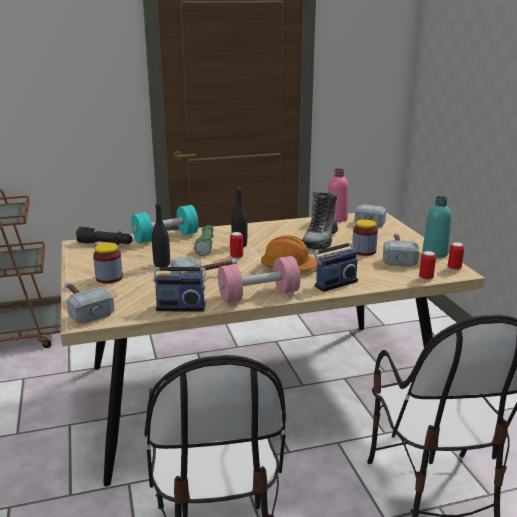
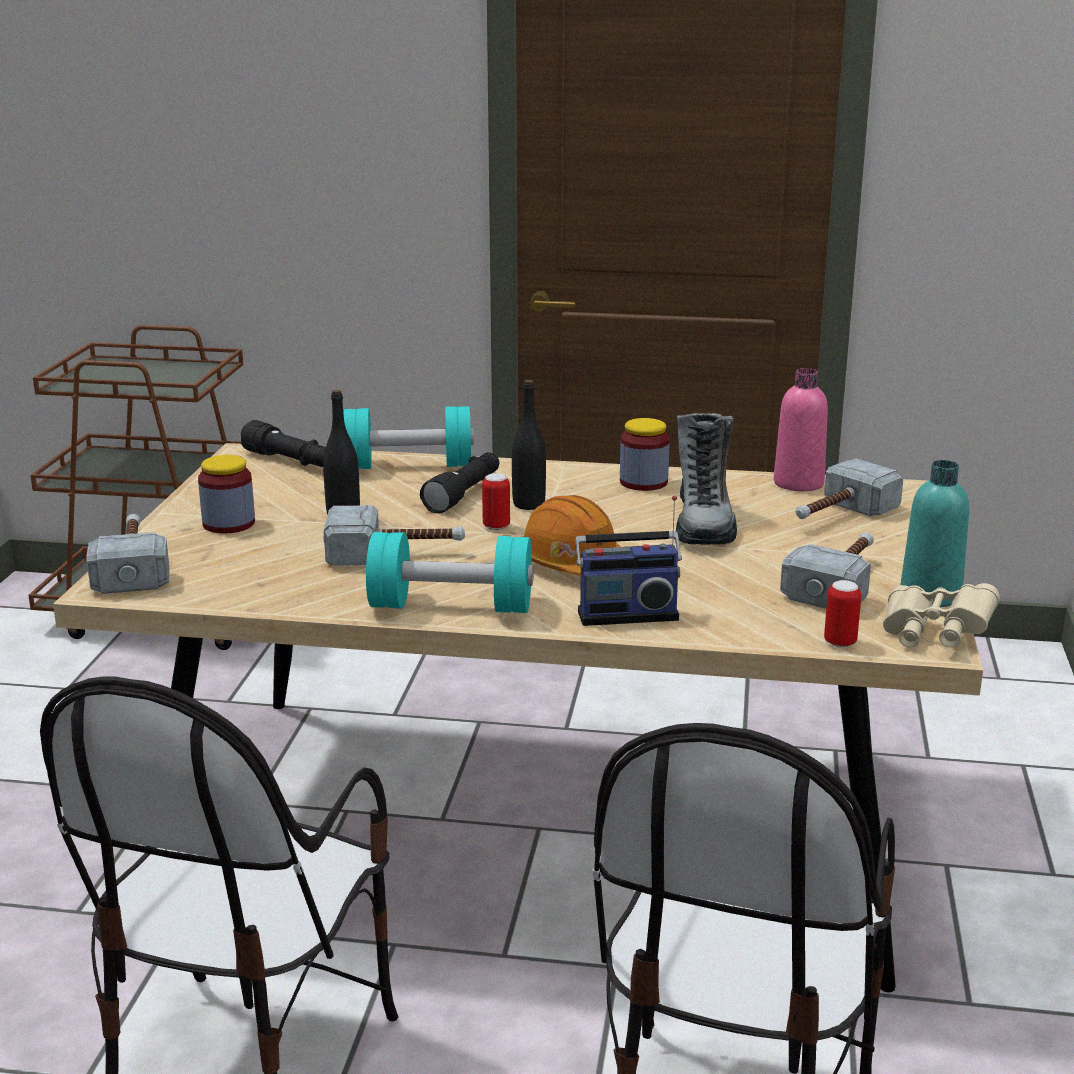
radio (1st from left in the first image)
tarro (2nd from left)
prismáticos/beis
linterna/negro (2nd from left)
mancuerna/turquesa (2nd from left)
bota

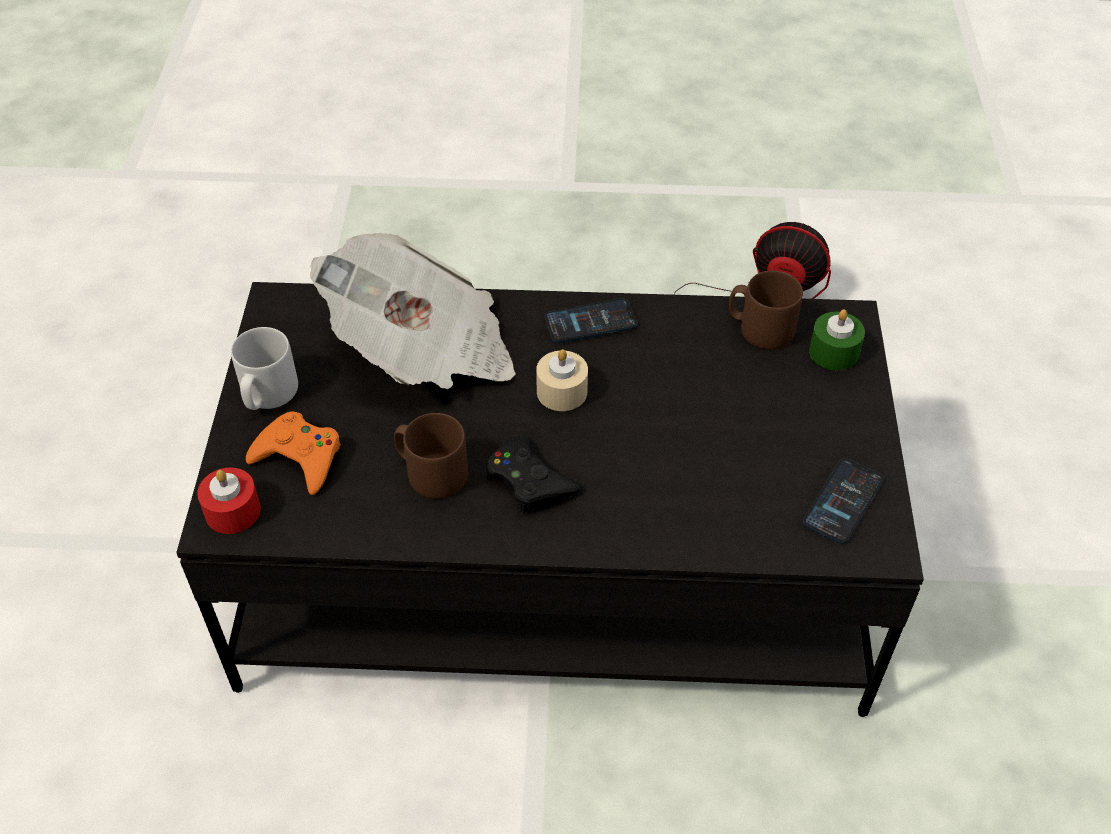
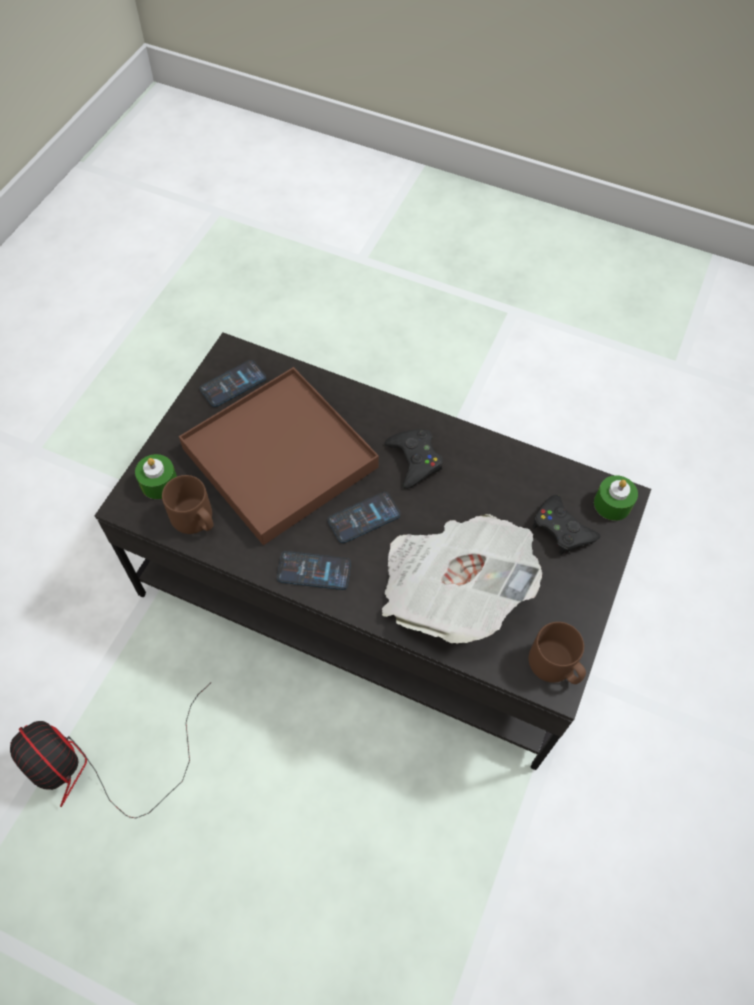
taza grande/gris
bandeja/marrón
taza grande/marrón (2nd from left)
móvil (3rd from left)
vela/verde (2nd from left)
mando de consola/negro (2nd from left)

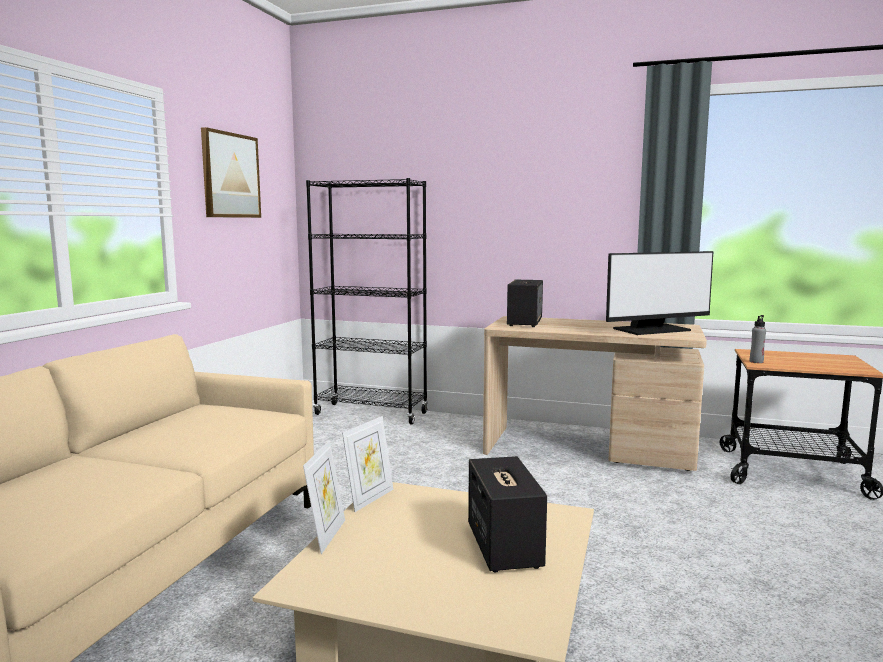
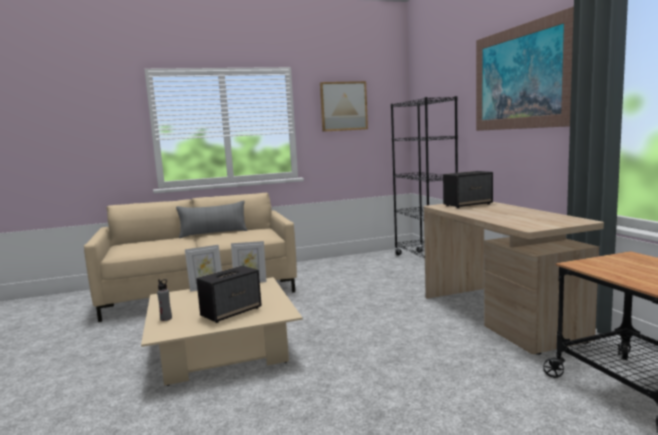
monitor
cojín/gris
cuadro (2nd from left)
botella/gris

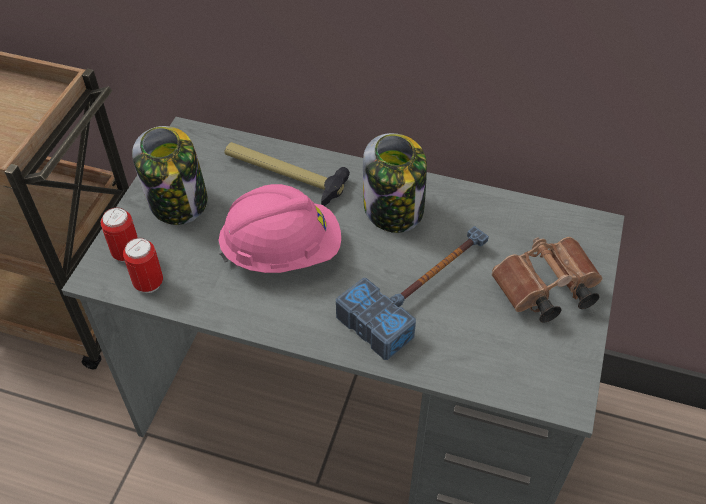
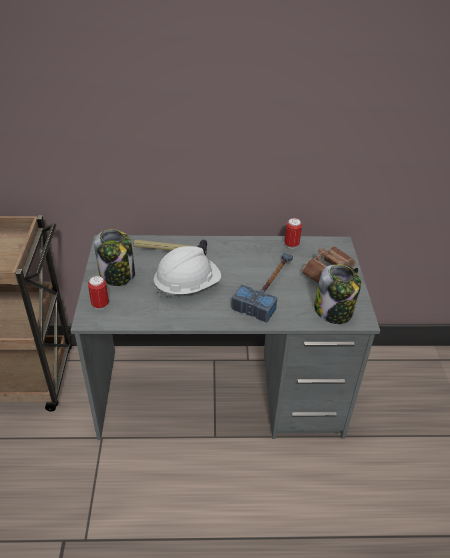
lata (2nd from left)
tarro (2nd from left)
casco/blanco

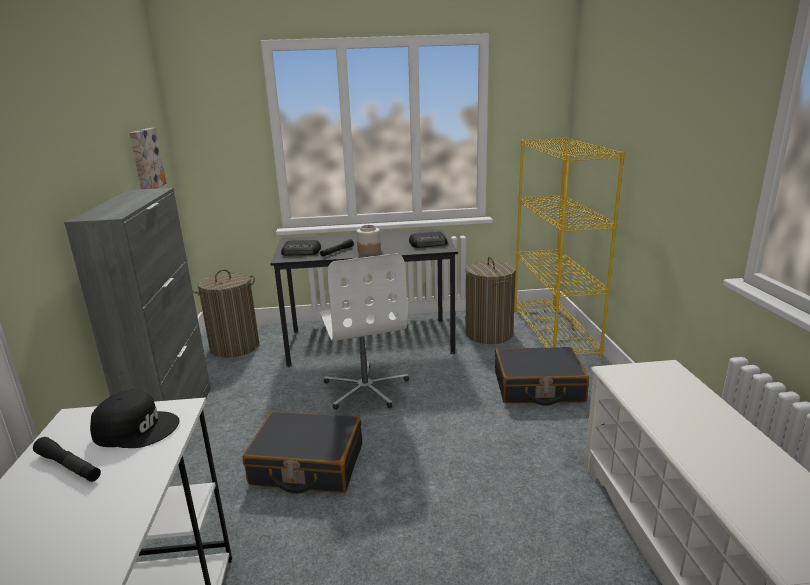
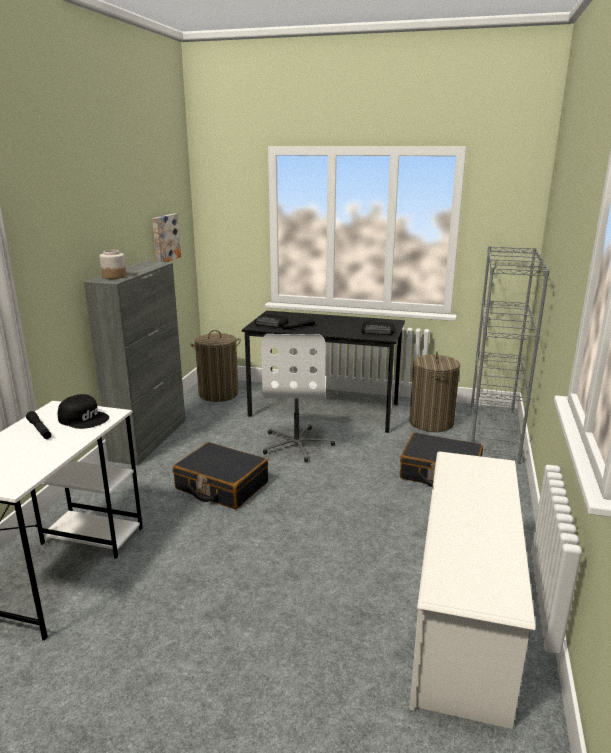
tarro
estantería/gris

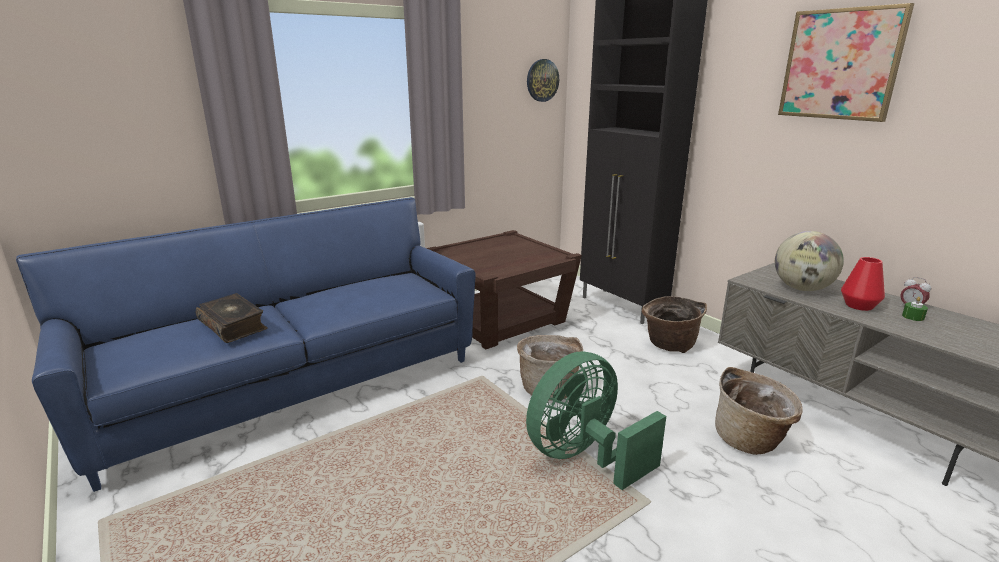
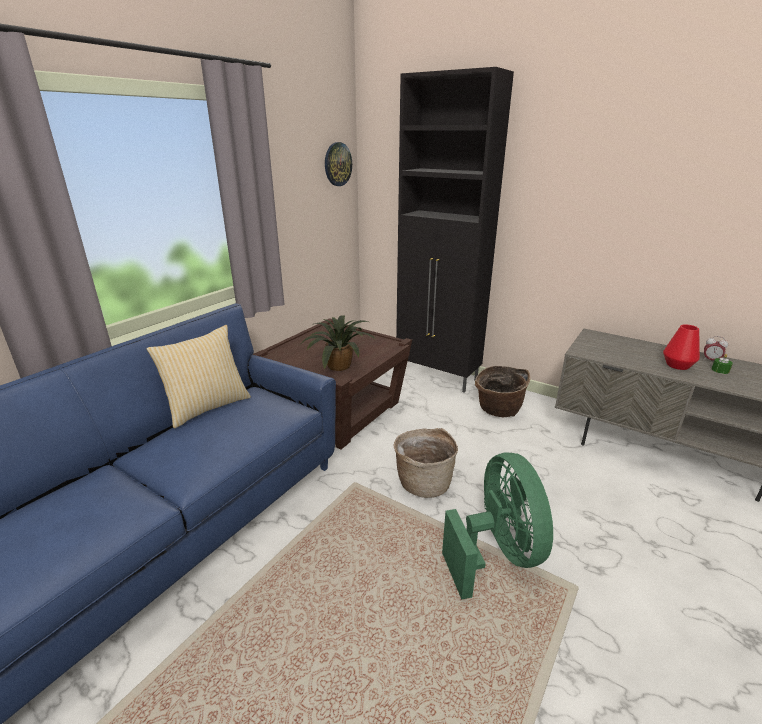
libro
cesta (3rd from left in the first image)
globo terráqueo
cuadro
cojín
planta en maceta
ventilador/verde

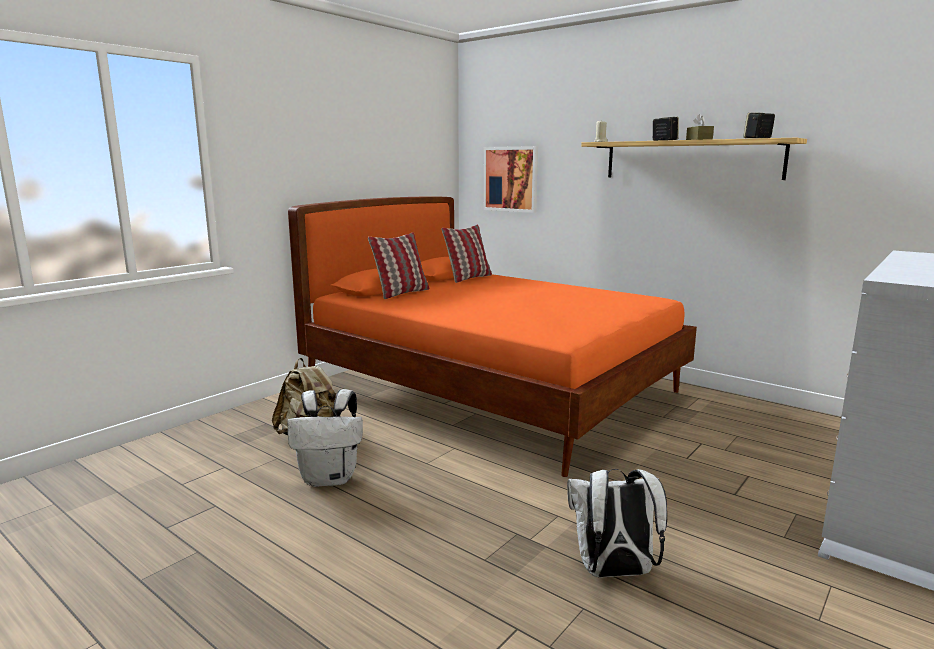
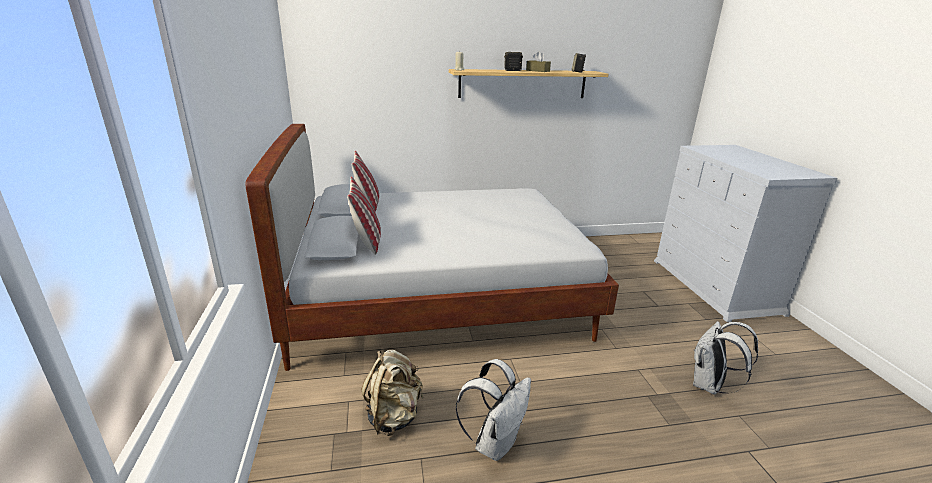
cuadro
cama/blanco

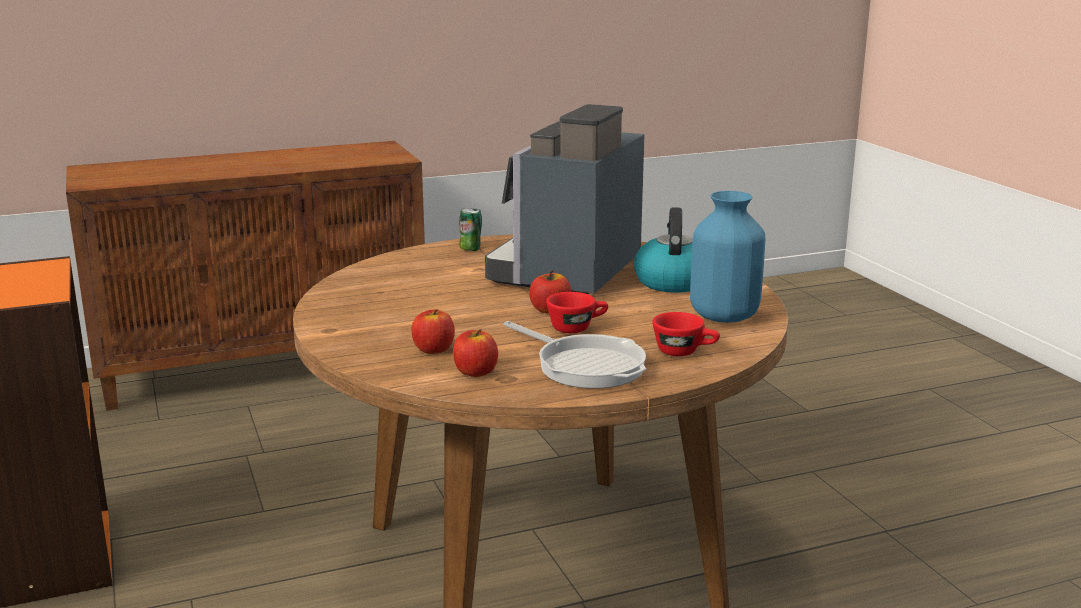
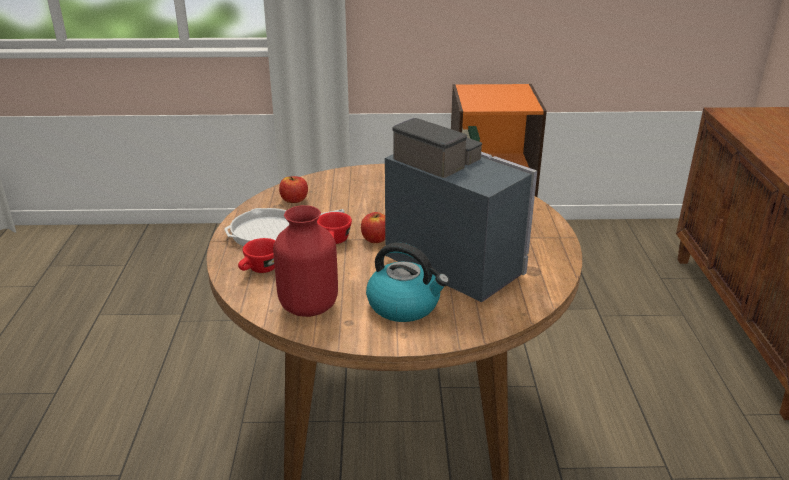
manzana (1st from left in the first image)
lata
florero/rojo

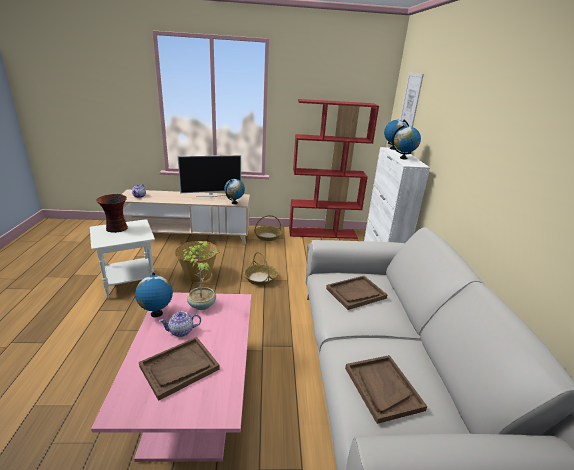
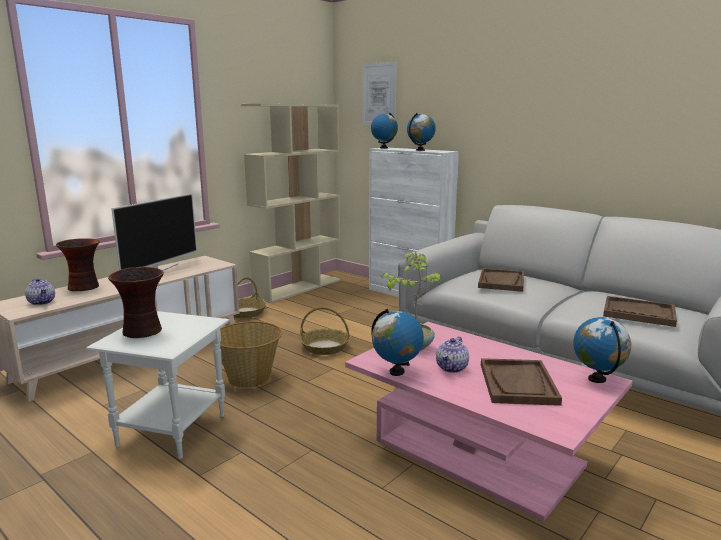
florero (1st from left)
globo terráqueo (4th from left)
estantería/beis

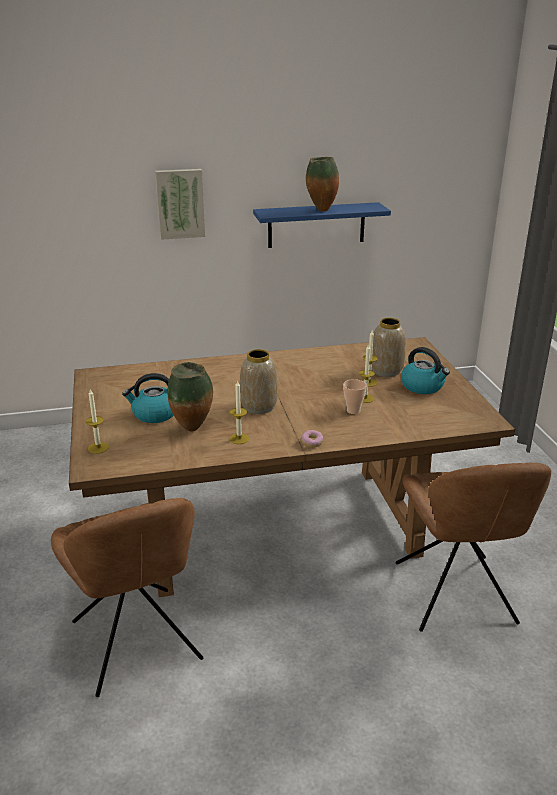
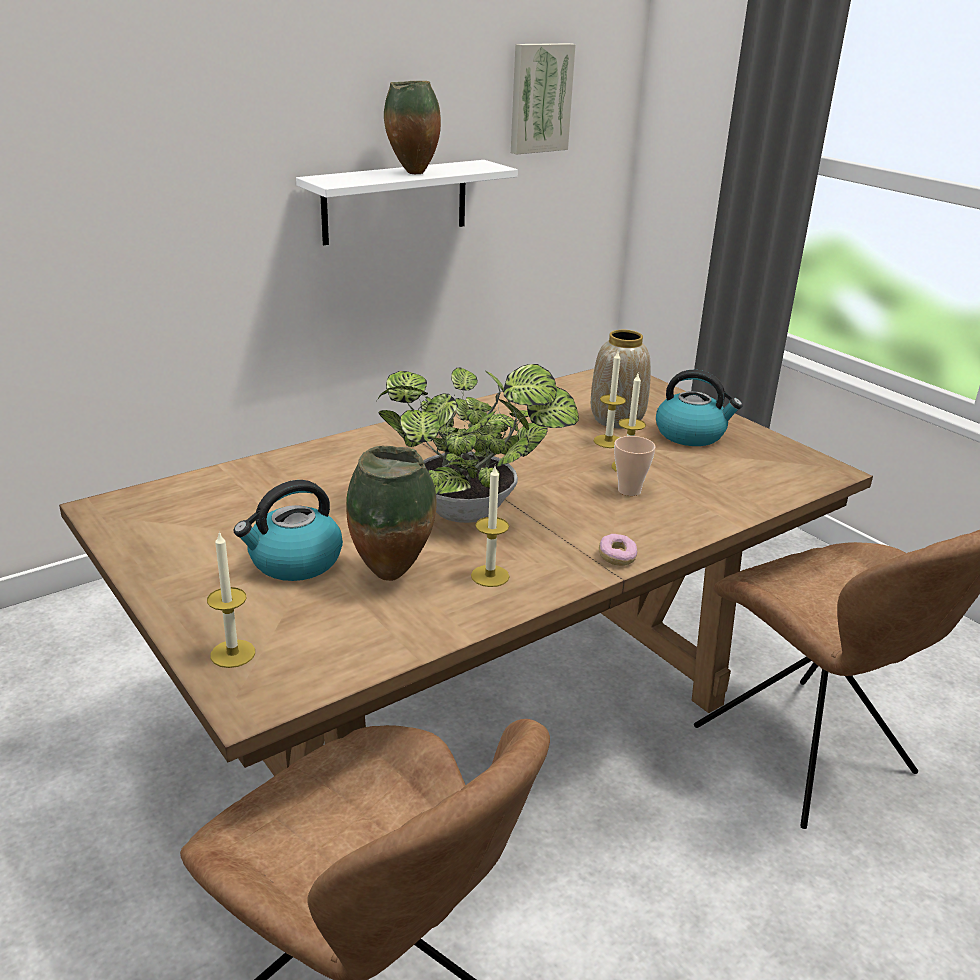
cuadro
planta en maceta
estante/blanco

